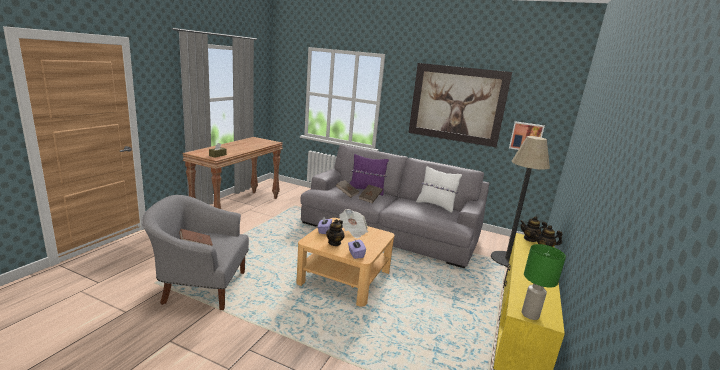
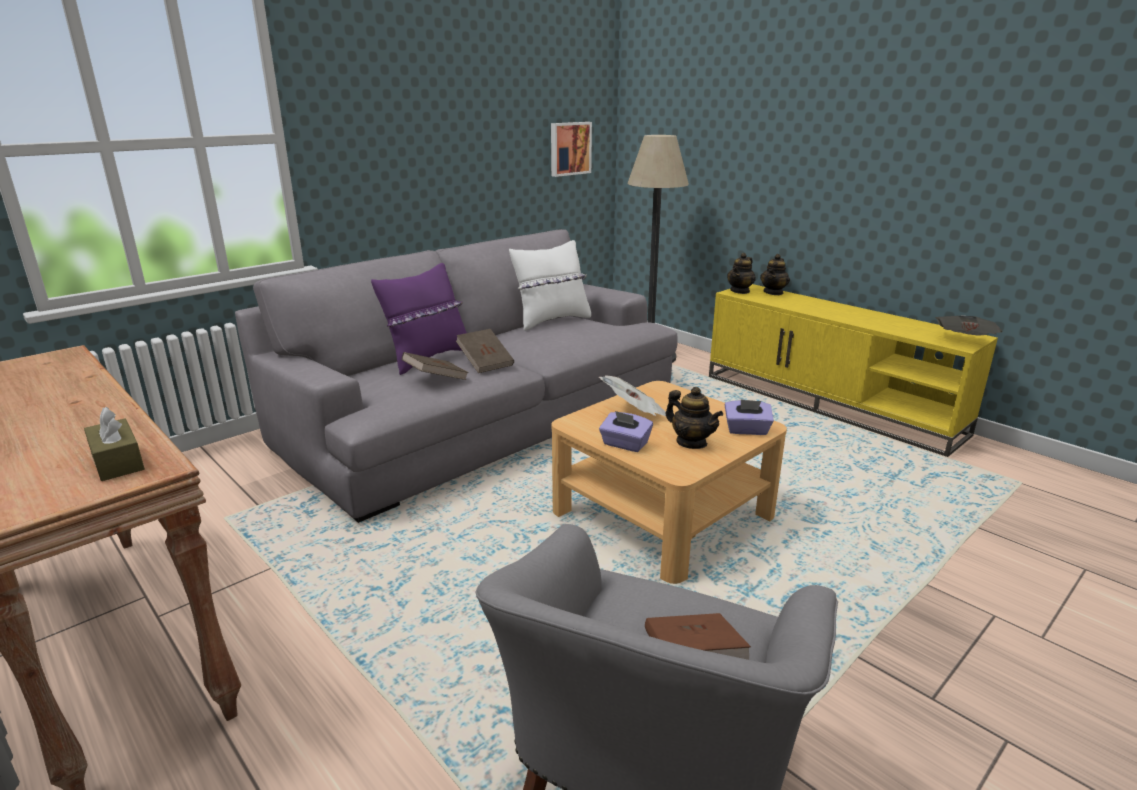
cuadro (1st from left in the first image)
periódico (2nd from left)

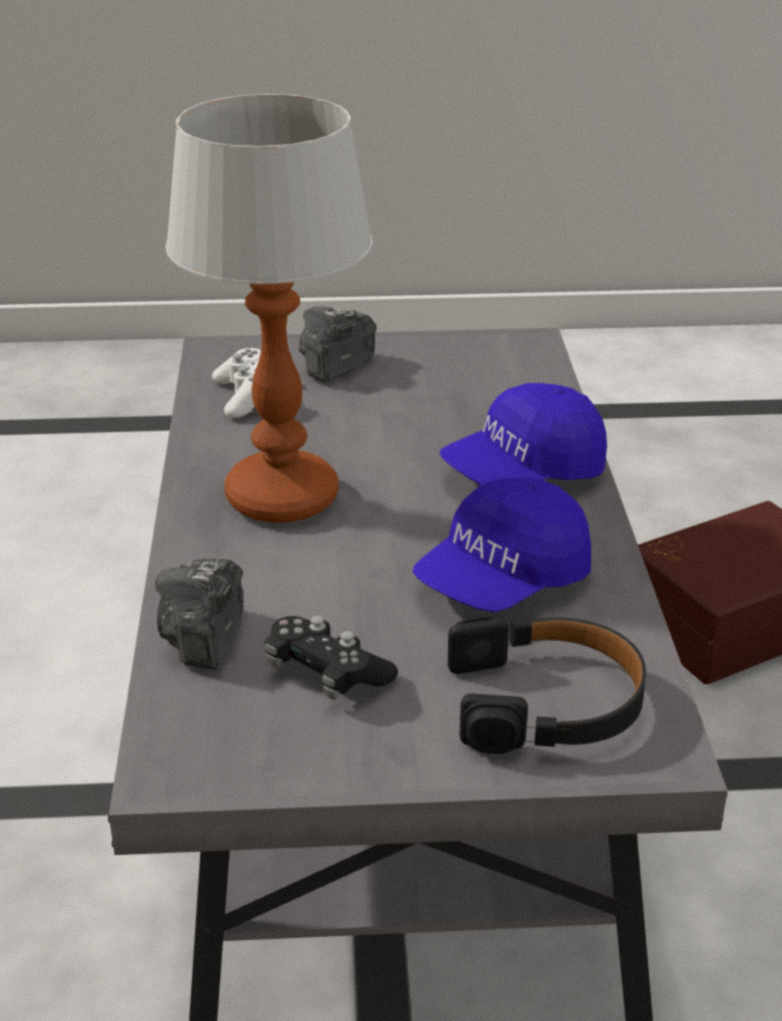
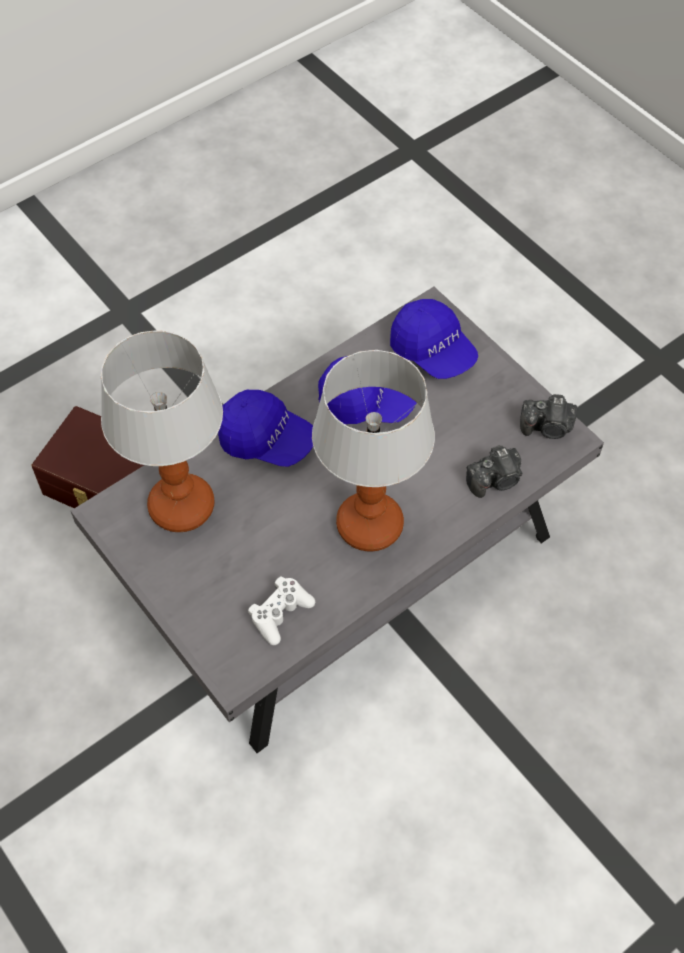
mando de consola/negro
lámpara de mesa (1st from left)
cámara (2nd from left)
gorra/azul (3rd from left)

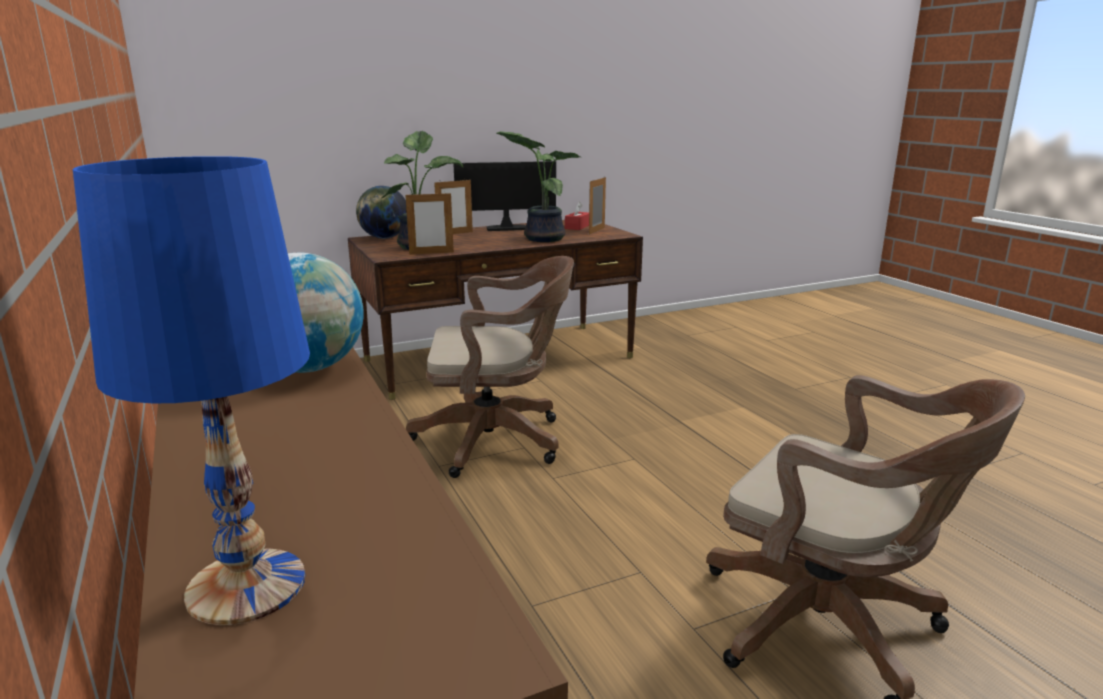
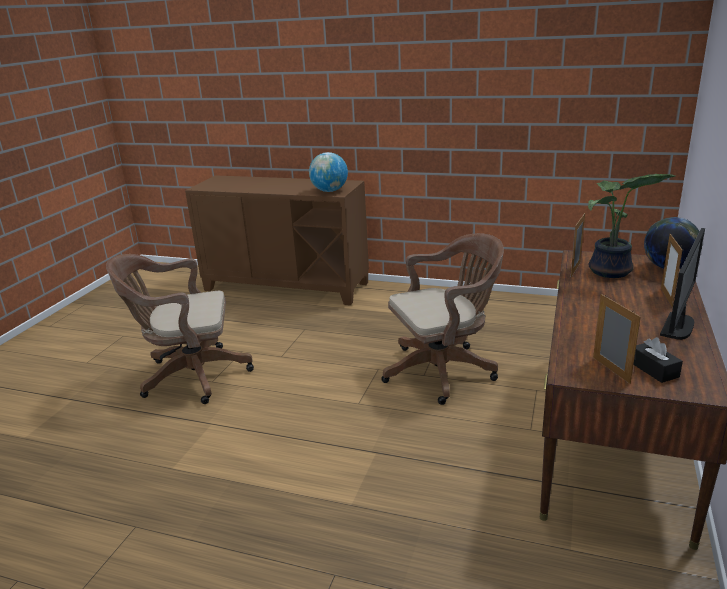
lámpara de mesa/azul
planta en maceta (2nd from left in the first image)
caja de pañuelos/negro
silla de oficina/marrón (2nd from left)

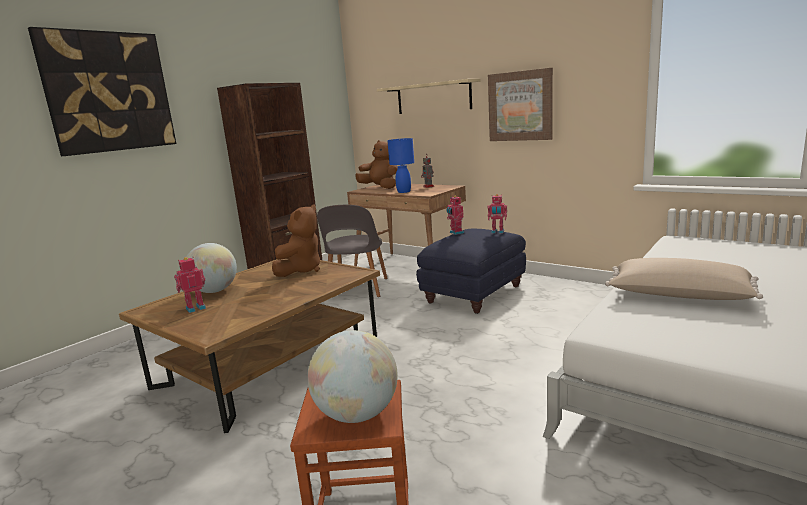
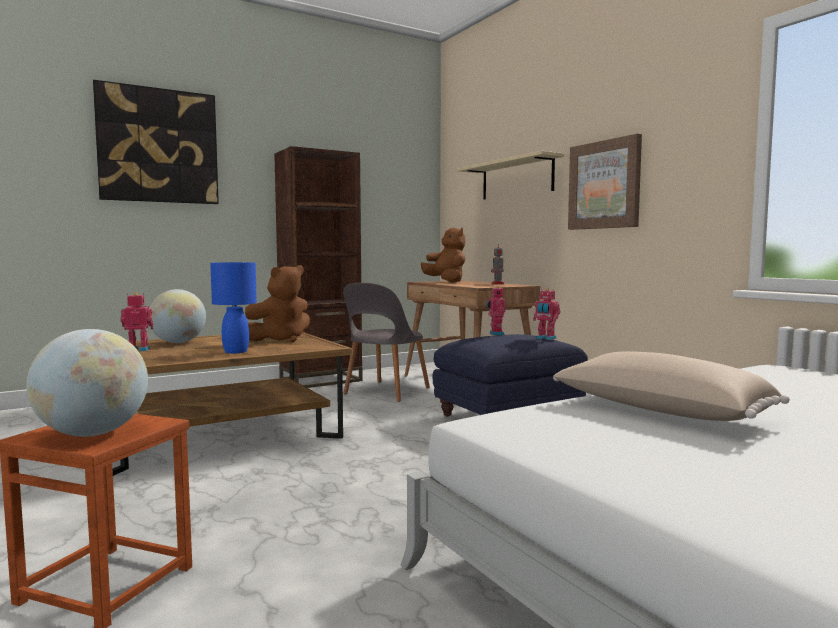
lámpara de mesa/azul

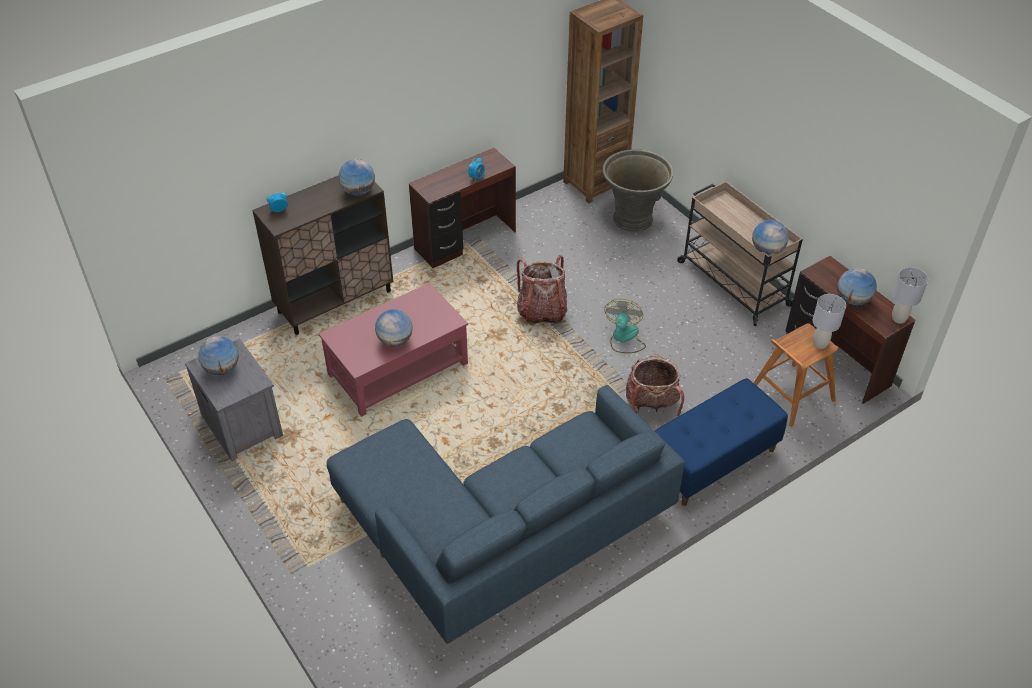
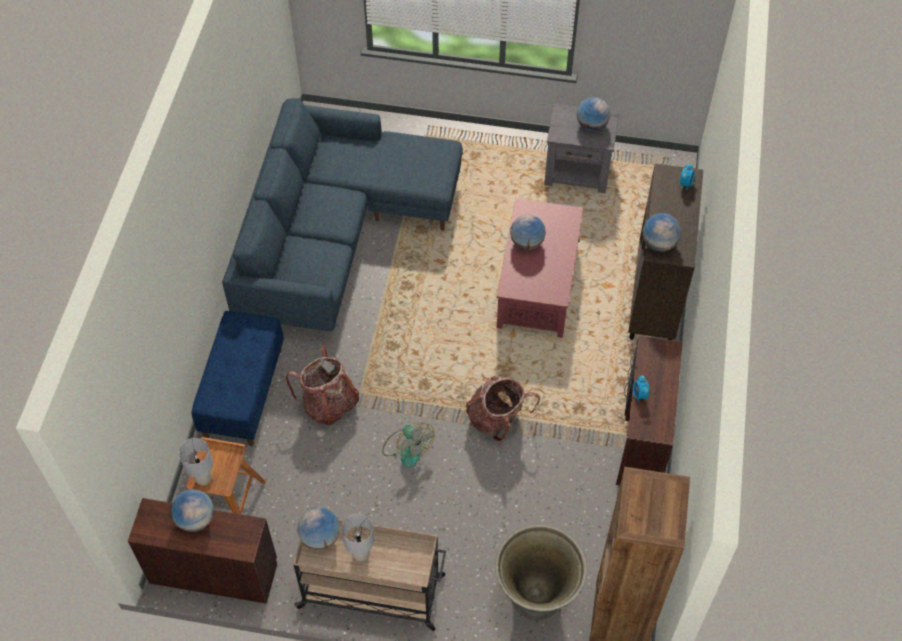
lámpara de mesa/gris (2nd from left)

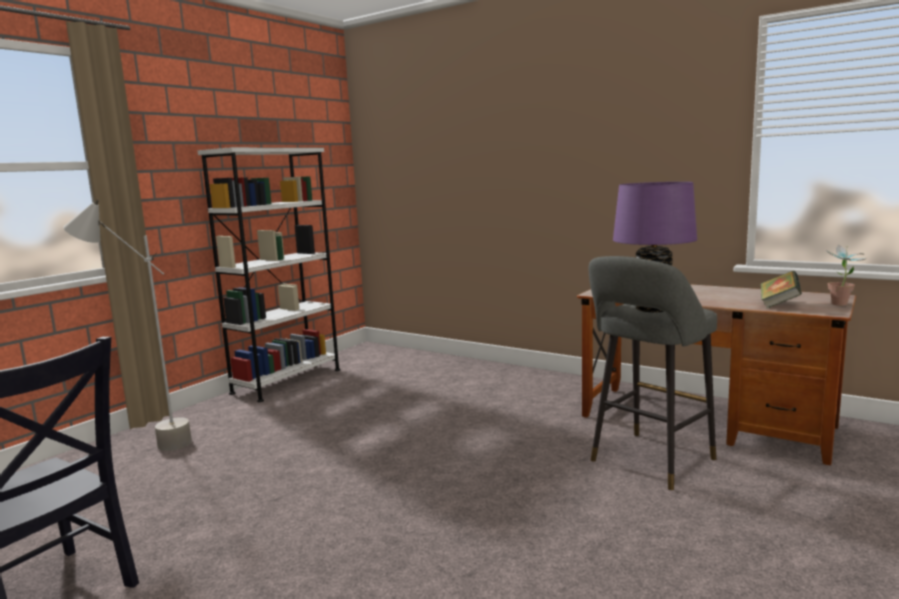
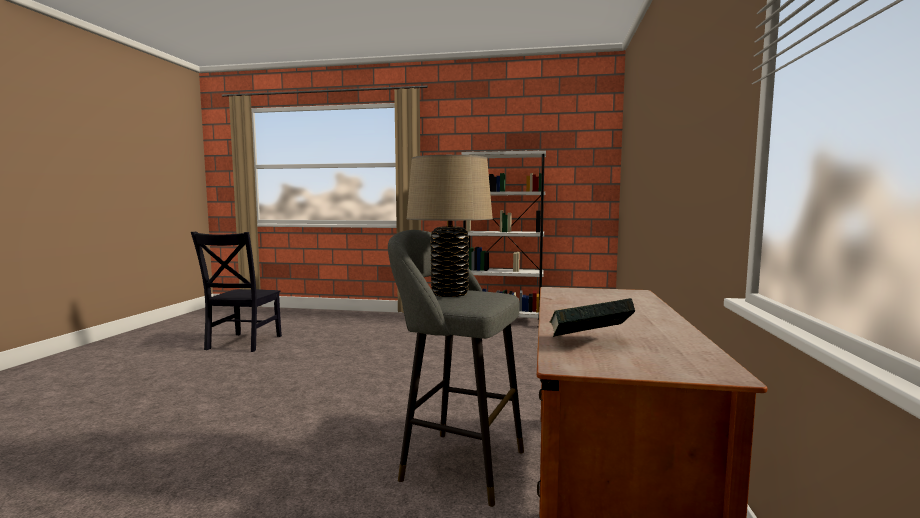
lámpara de pie/gris
planta en maceta
lámpara de mesa/beis

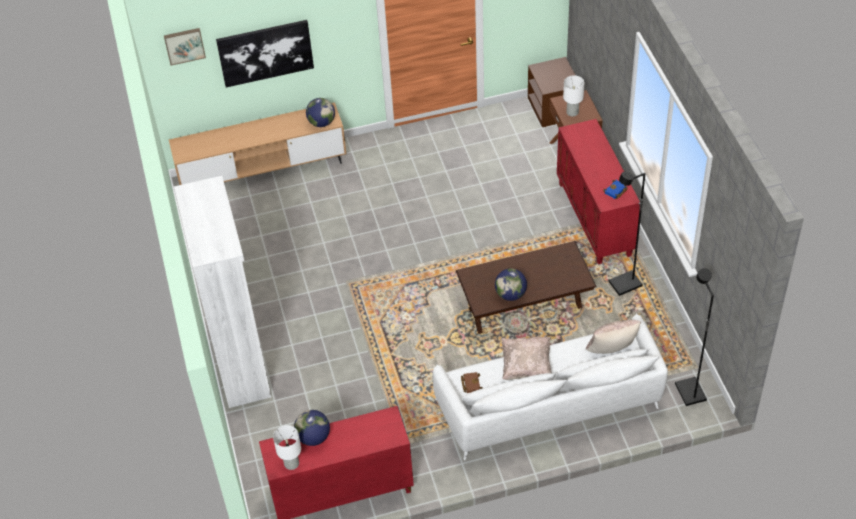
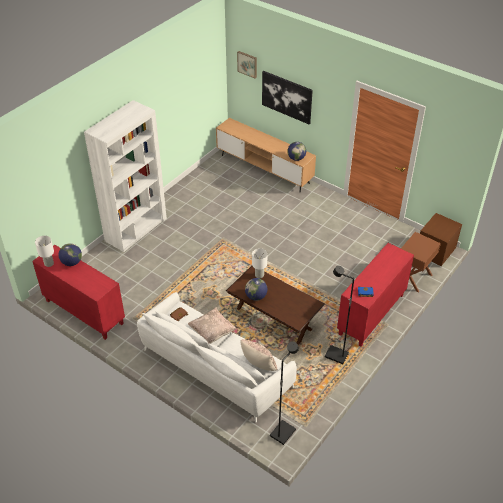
lámpara de mesa/blanco (2nd from left)

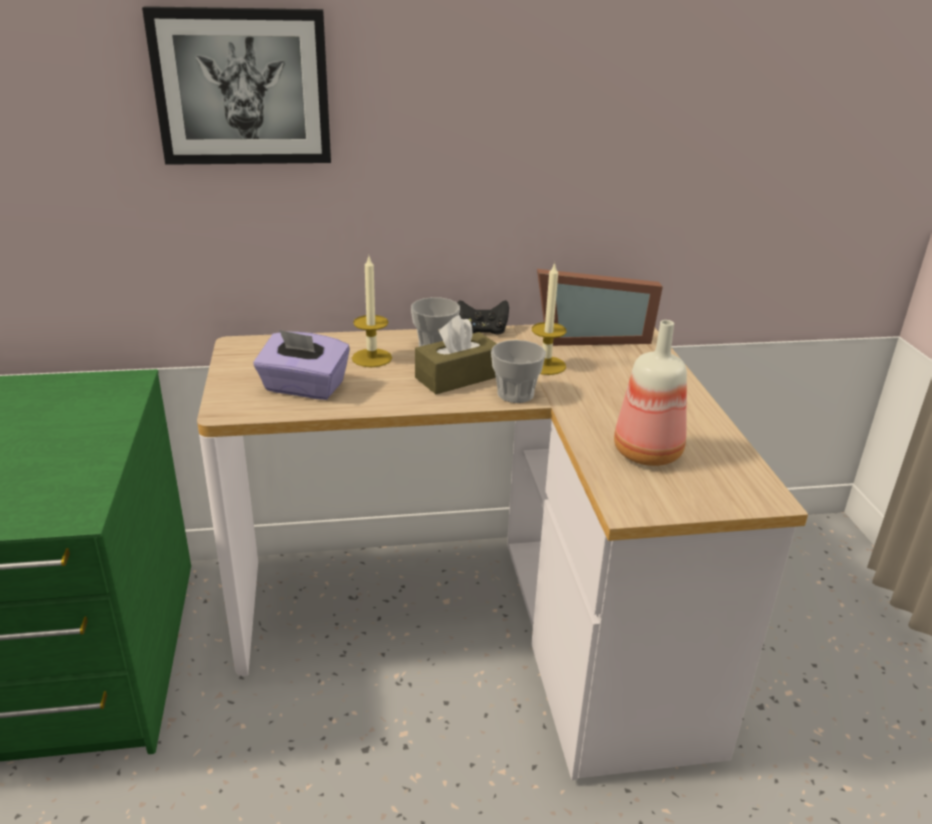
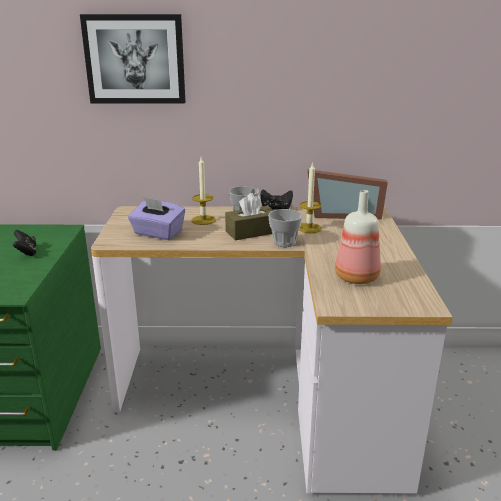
mando de consola/negro (1st from left)

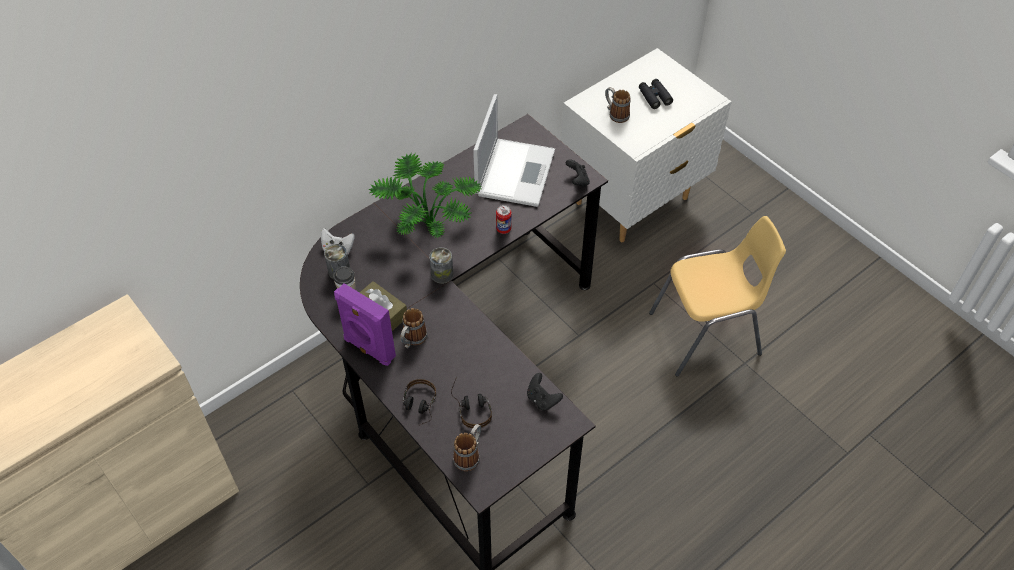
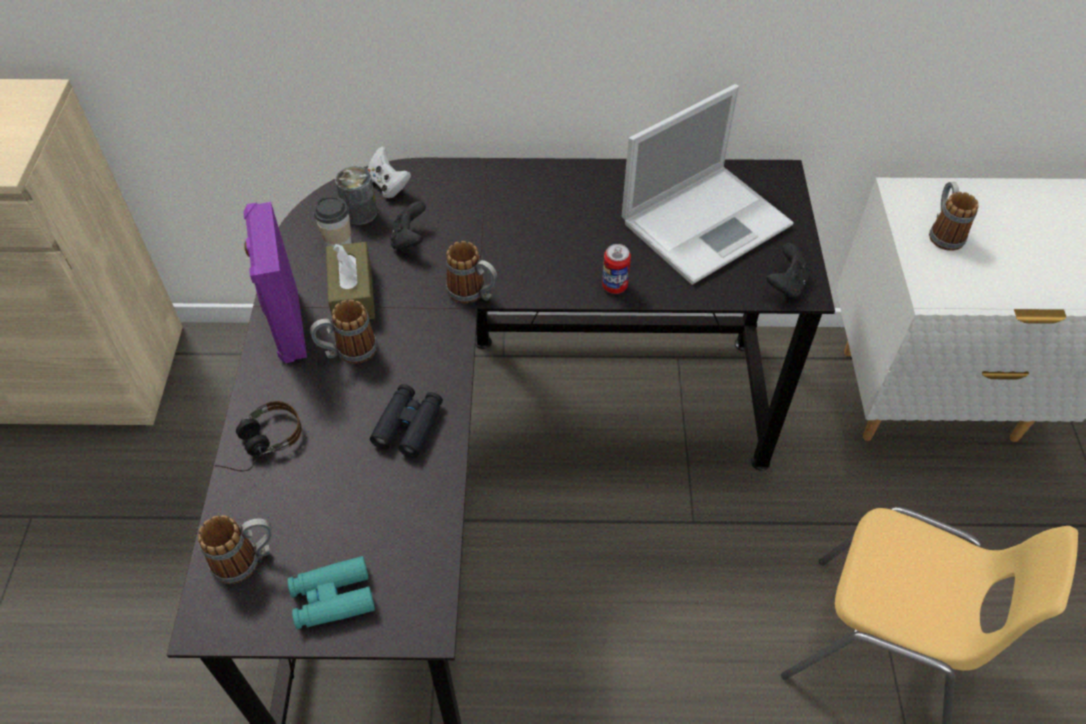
planta en maceta
auriculares (2nd from left in the first image)
prismáticos/turquesa
mando de consola/negro (1st from left)
prismáticos/negro
taza grande (3rd from left)

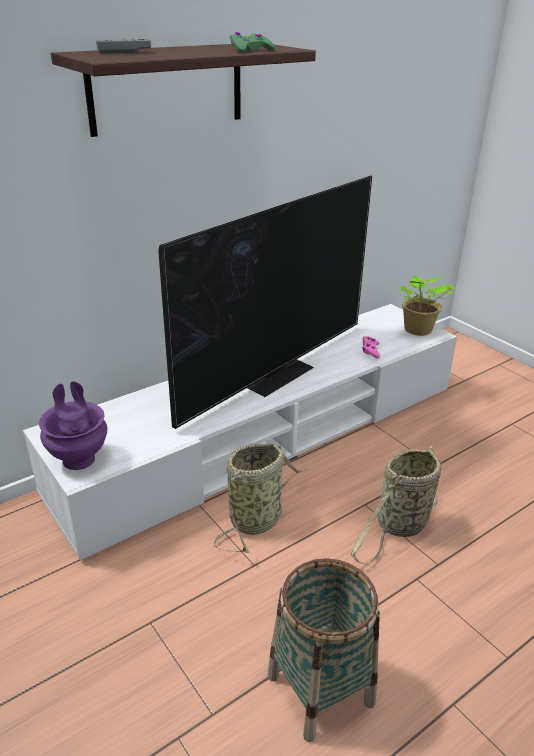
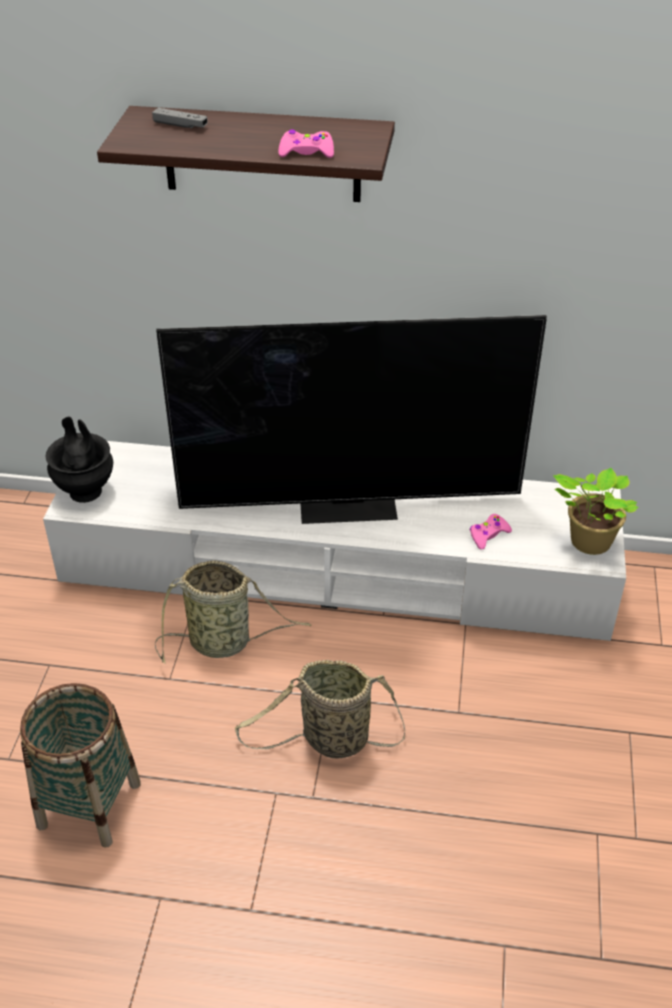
florero/negro
mando de consola/rosa (1st from left)

